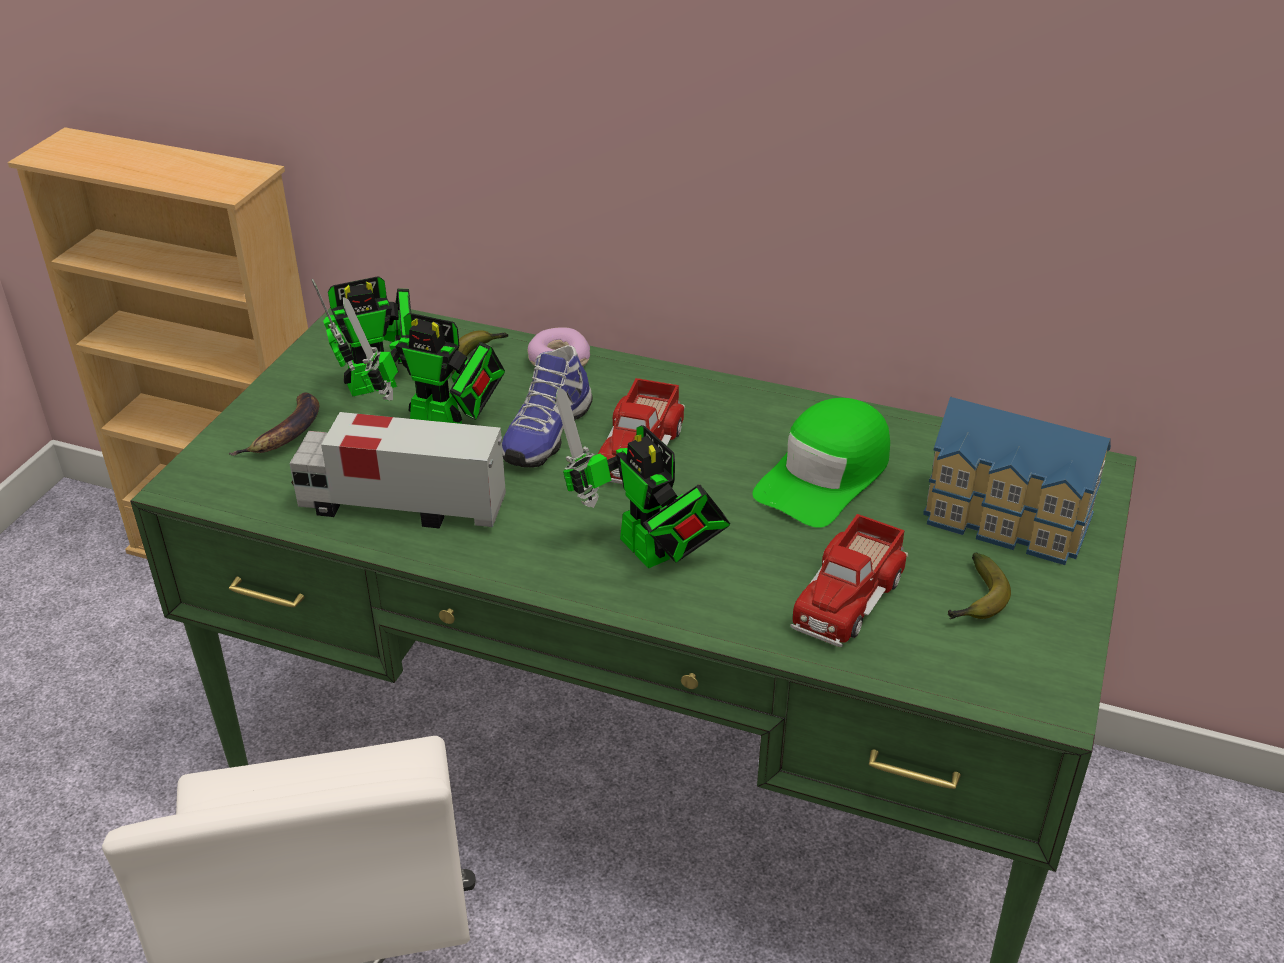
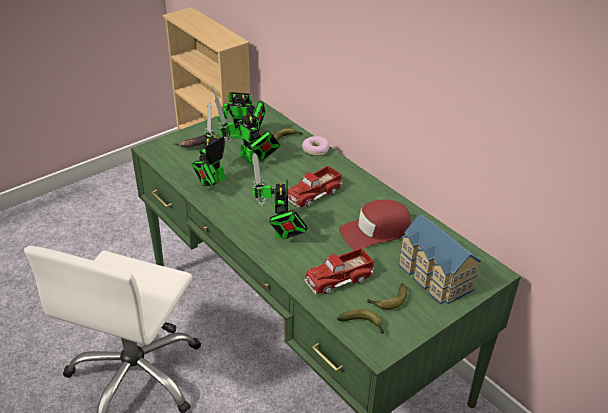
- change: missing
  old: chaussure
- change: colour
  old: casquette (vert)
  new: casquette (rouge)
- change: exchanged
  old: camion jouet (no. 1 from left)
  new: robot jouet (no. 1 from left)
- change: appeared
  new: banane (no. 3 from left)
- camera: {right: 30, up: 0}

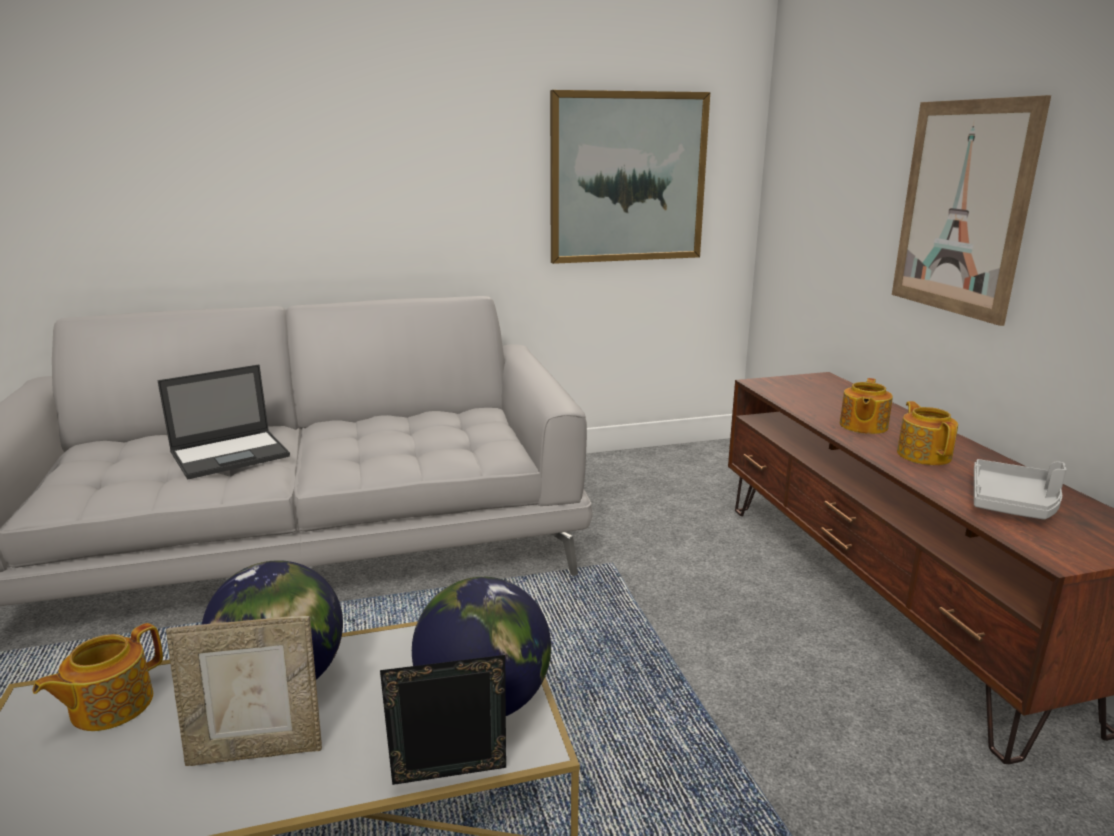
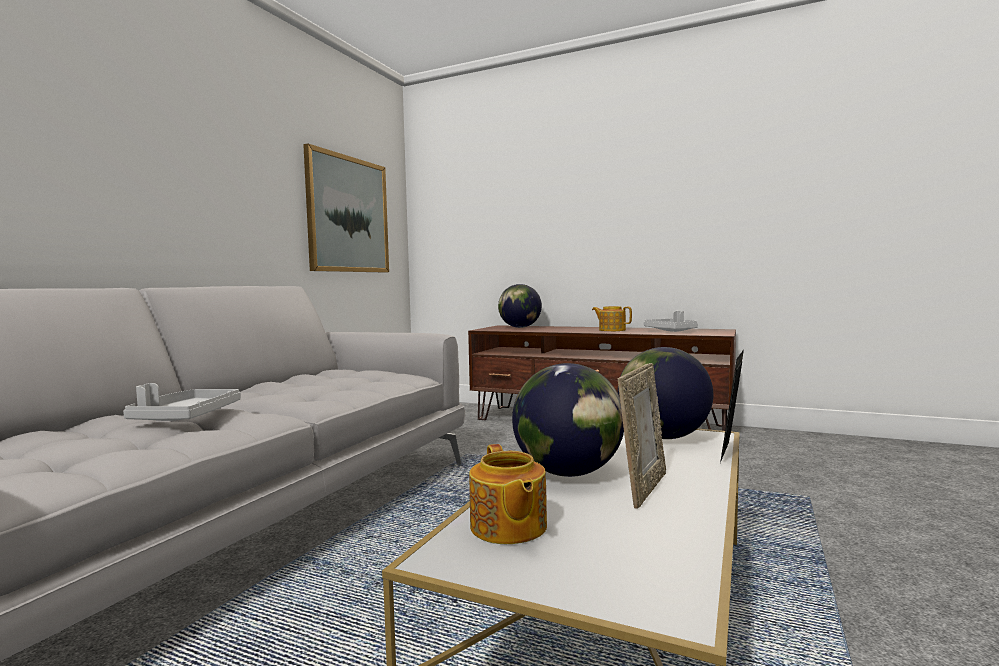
- change: missing
  old: tableau (no. 2 from left)
- change: exchanged
  old: ordinateur portable
  new: plateau (gris) (no. 1 from left)
- change: missing
  old: théière (no. 2 from left)
- change: appeared
  new: globe (no. 1 from left)
- camera: {right: -50, up: -15}

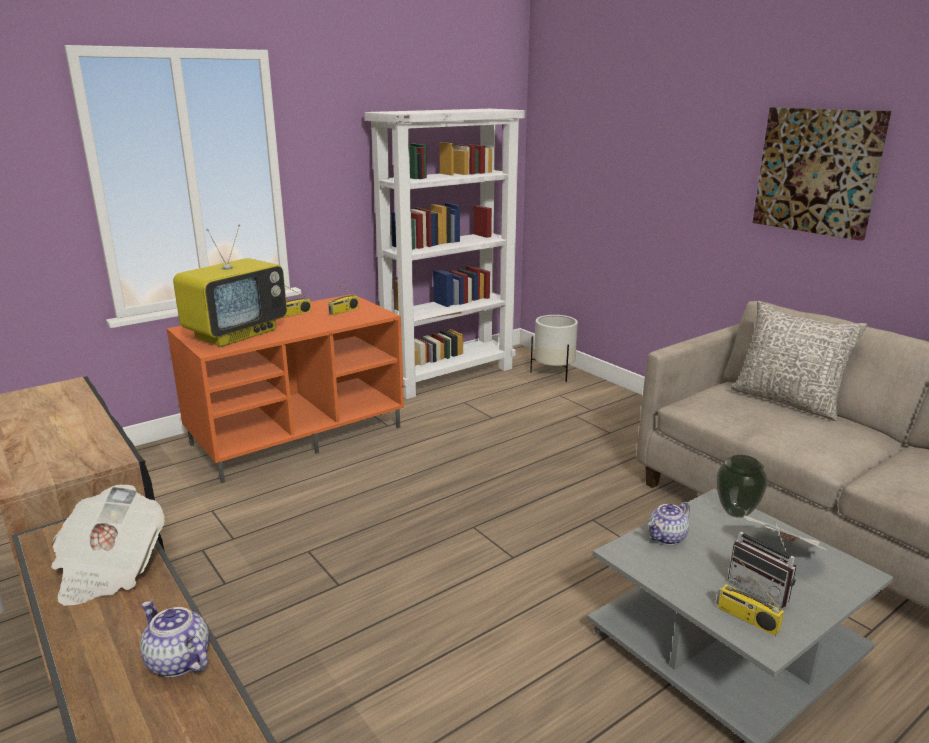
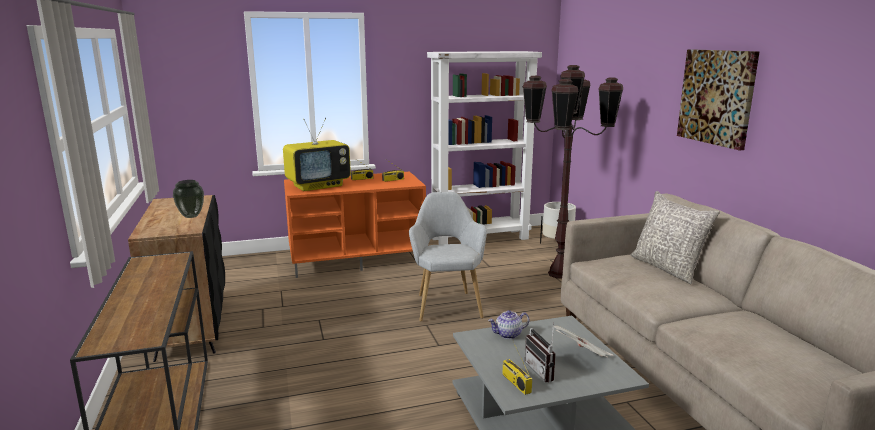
- change: relocated
  old: vase
- change: missing
  old: journal (no. 1 from left)
- change: missing
  old: théière (no. 1 from left)
- change: appeared
  new: lampadaire (marron)
- change: appeared
  new: fauteuil (gris)
- camera: {right: 20, up: -5}

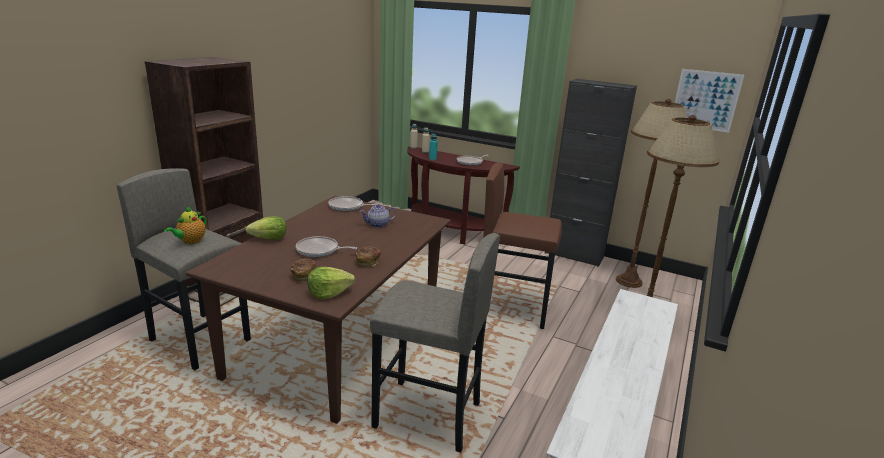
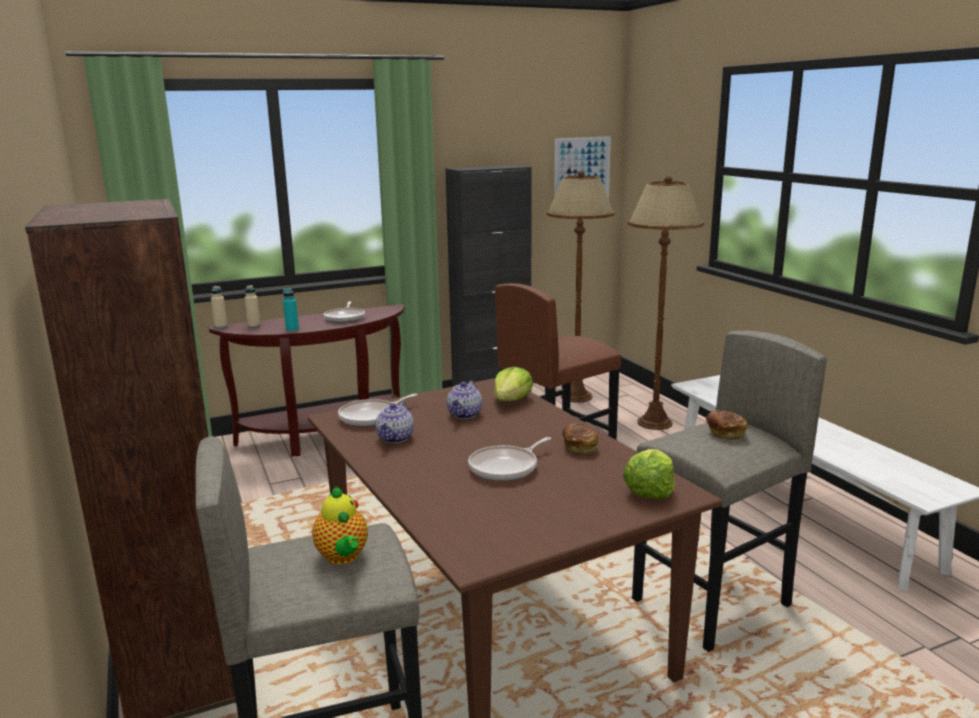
- change: relocated
  old: laitue (no. 1 from left)
- change: relocated
  old: pain (no. 1 from left in the first image)
  new: pain (no. 2 from left)
- change: appeared
  new: théière (no. 2 from left)
- camera: {right: -50, up: -5}

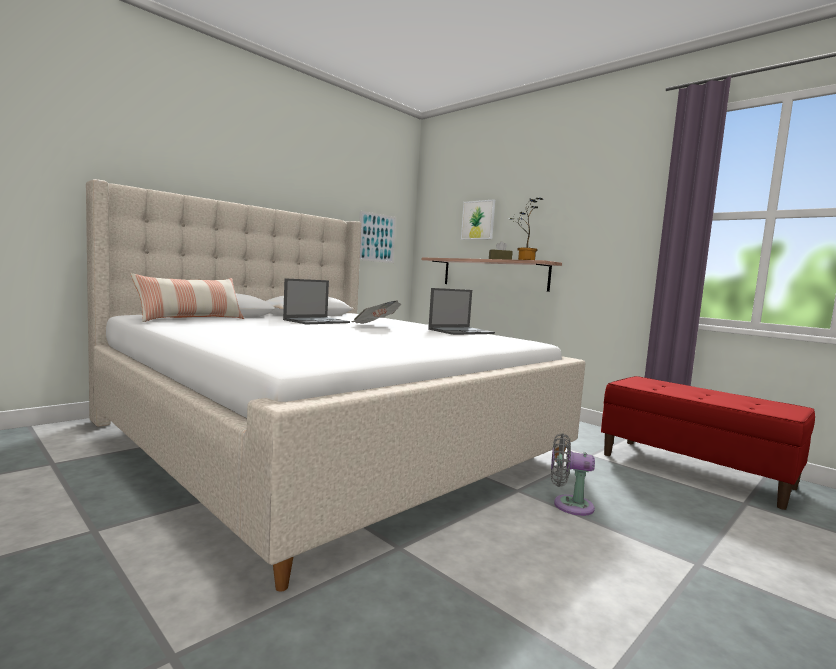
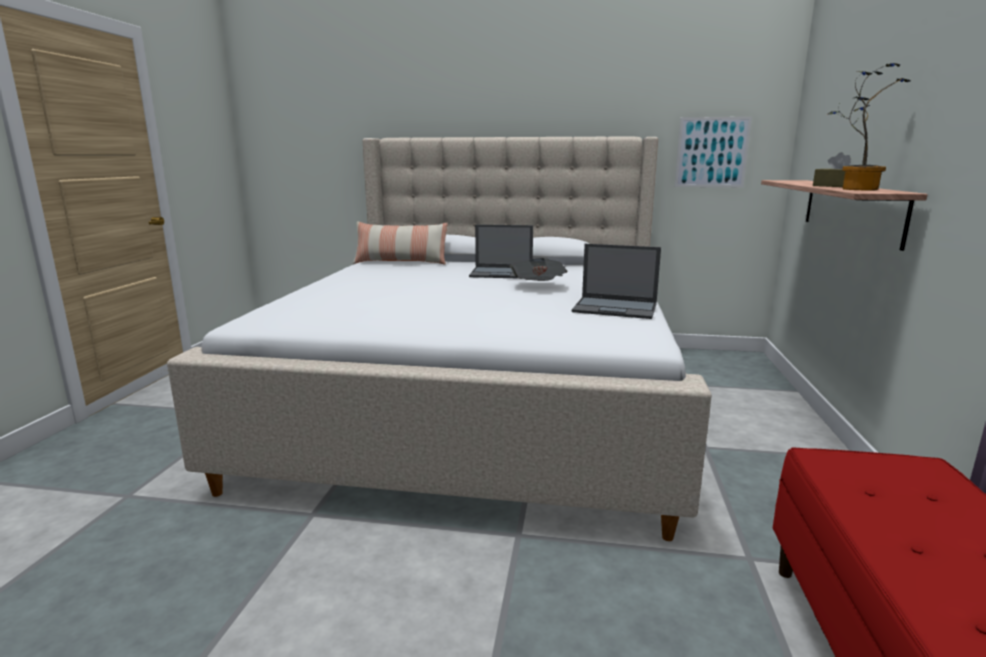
- change: missing
  old: tableau (no. 2 from left)
- change: missing
  old: ventilateur (gris)
- camera: {right: 55, up: 10}

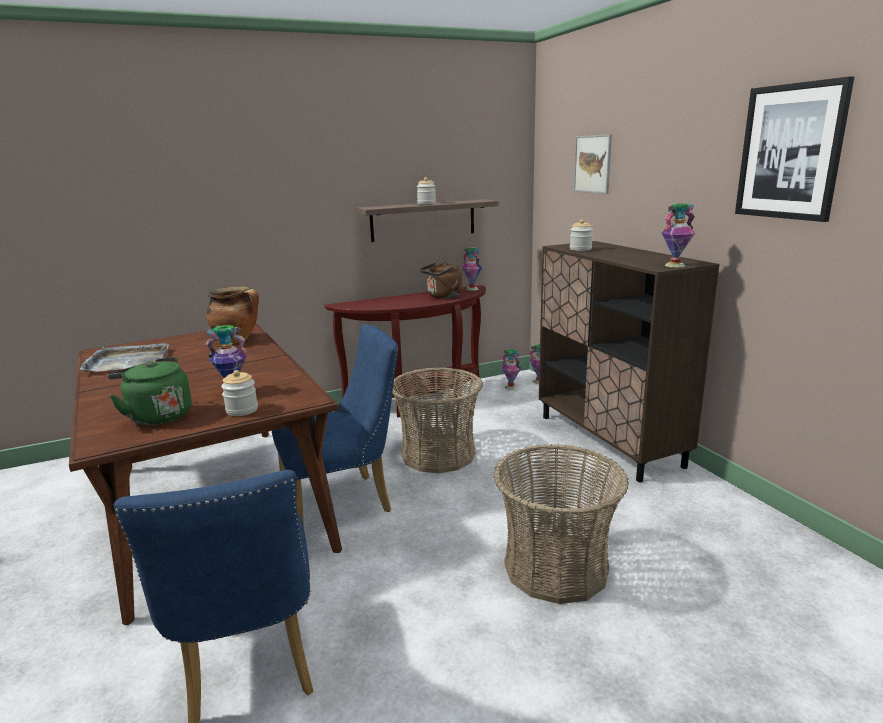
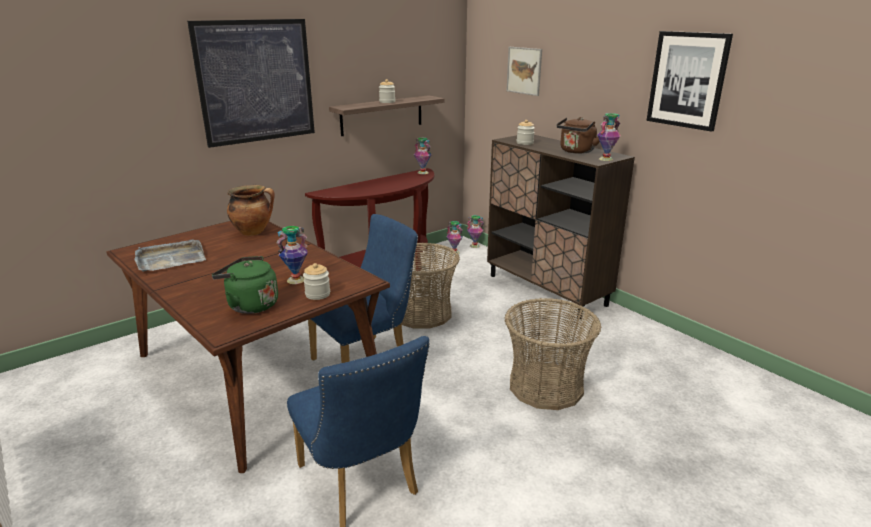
- change: relocated
  old: bouilloire (marron)
- change: appeared
  new: tableau (no. 1 from left)
- camera: {right: -15, up: 5}

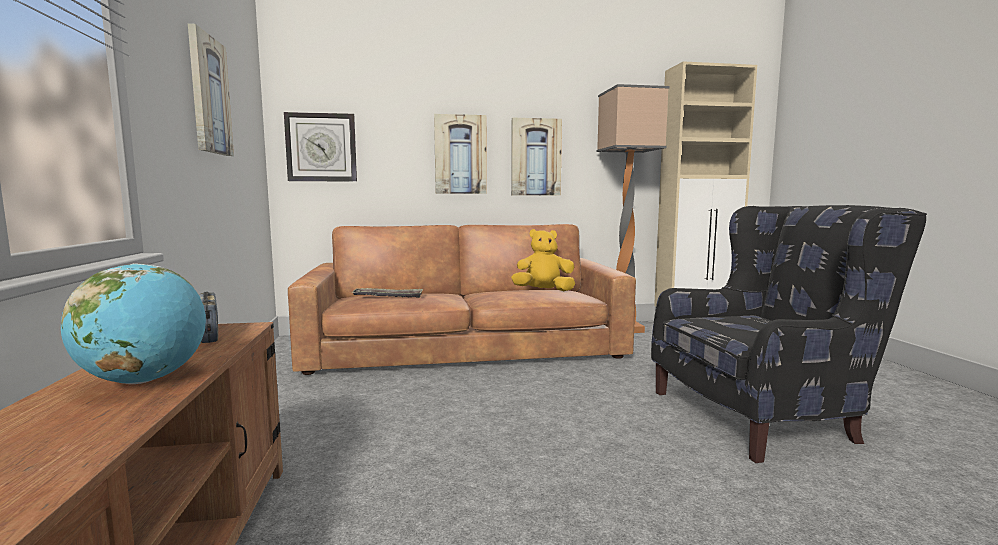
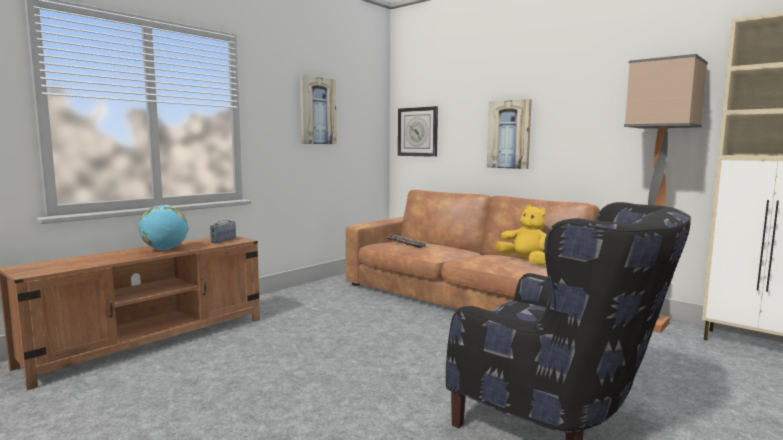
- change: missing
  old: tableau (no. 3 from left)
- camera: {right: 50, up: 0}

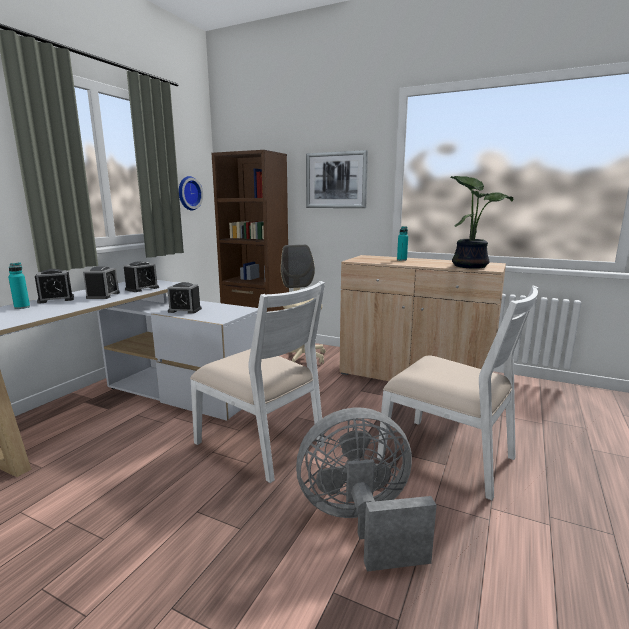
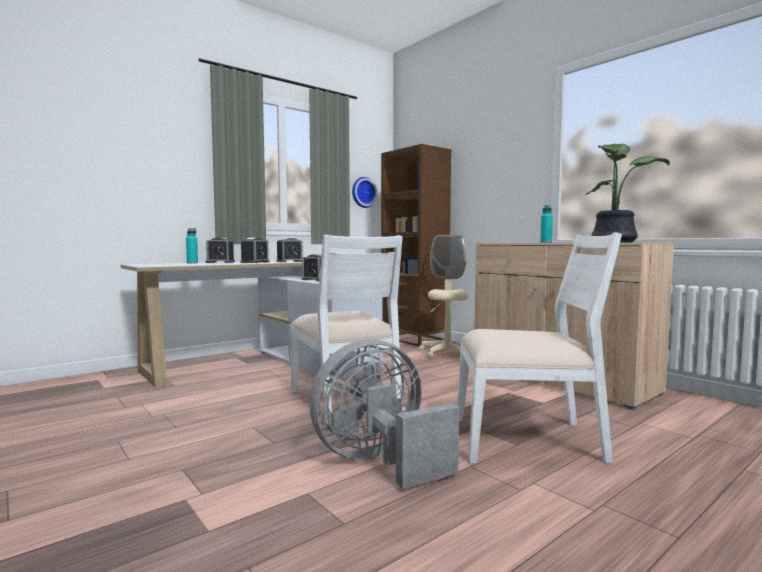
- change: missing
  old: tableau
- change: spun
  old: chaise (blanc) (no. 2 from left)
  degrees: -60
- change: spun
  old: ventilateur (gris)
  degrees: -45
- camera: {right: 25, up: -10}

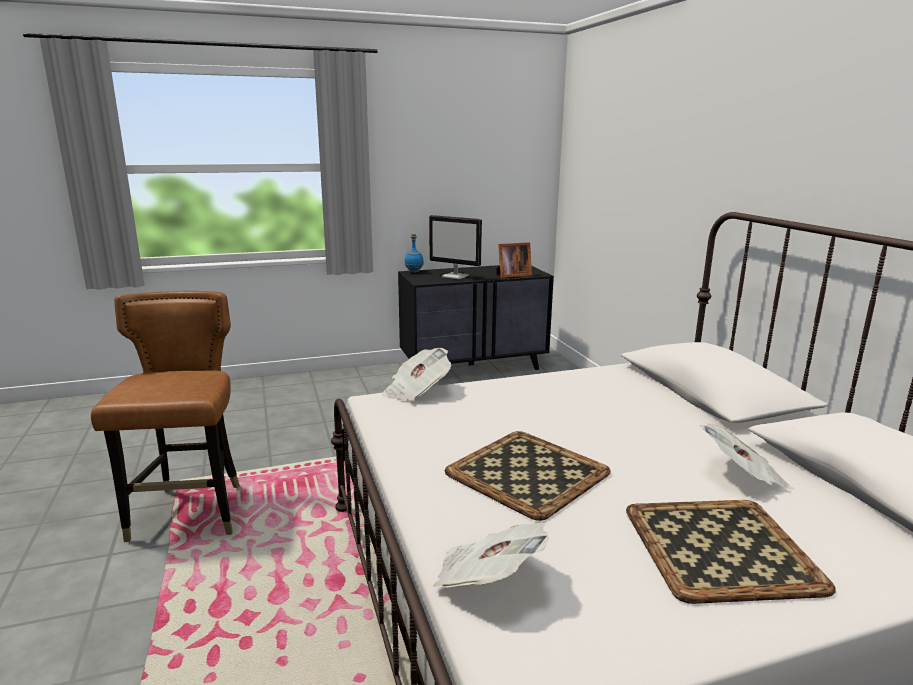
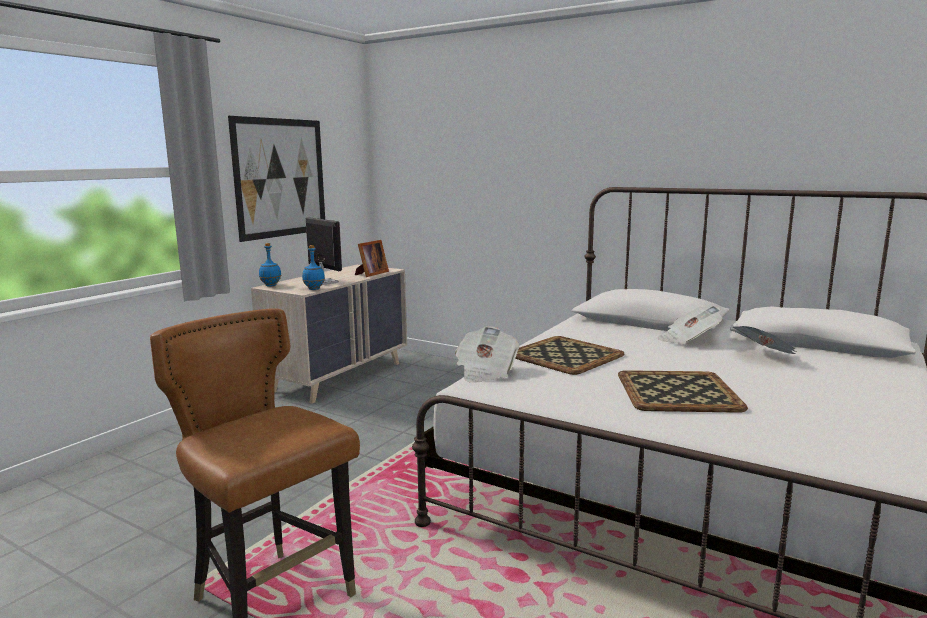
- change: spun
  old: écran d'ordinateur
  degrees: -120
- change: colour
  old: commode (noir)
  new: commode (beige)
- change: relocated
  old: plateau (no. 2 from left in the first image)
  new: plateau (no. 1 from left)
- change: relocated
  old: journal (no. 2 from left)
- change: appeared
  new: tableau
- change: appeared
  new: bouteille (bleu) (no. 2 from left)
- camera: {right: -40, up: -5}

